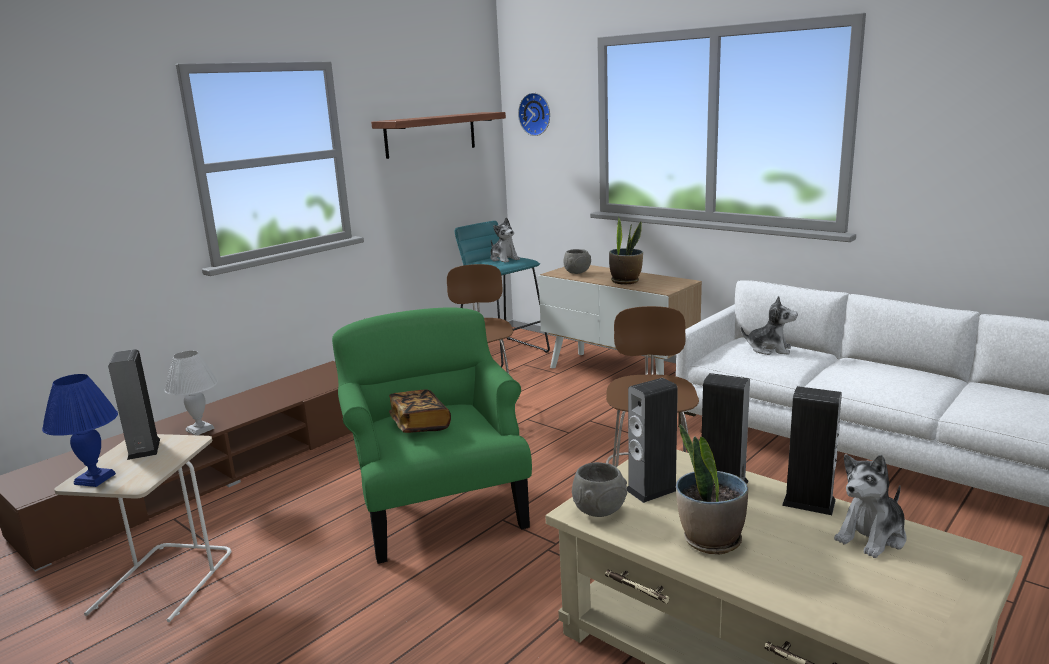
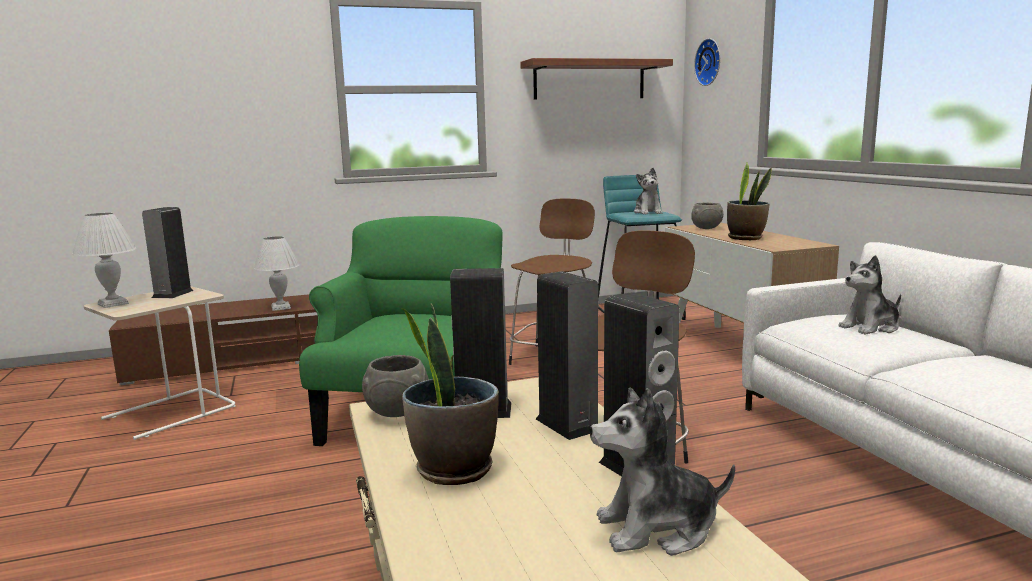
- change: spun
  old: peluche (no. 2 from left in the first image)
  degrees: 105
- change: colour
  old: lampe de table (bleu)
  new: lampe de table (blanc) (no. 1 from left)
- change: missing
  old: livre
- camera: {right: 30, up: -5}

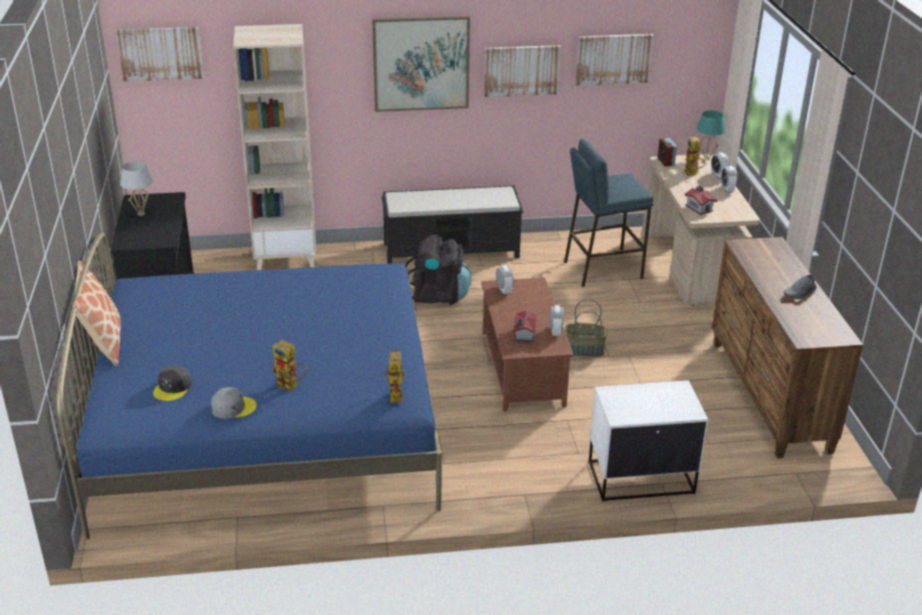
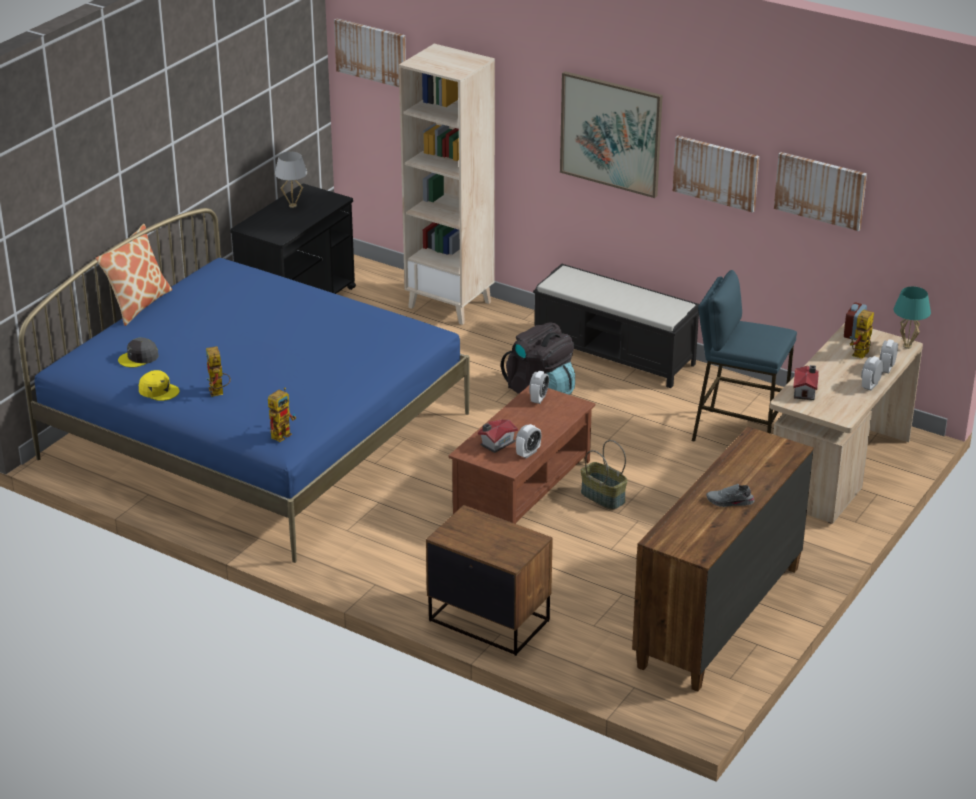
- change: colour
  old: table de chevet (blanc)
  new: table de chevet (marron)
- change: colour
  old: casquette (gris) (no. 2 from left)
  new: casquette (jaune)
- camera: {right: 40, up: 0}

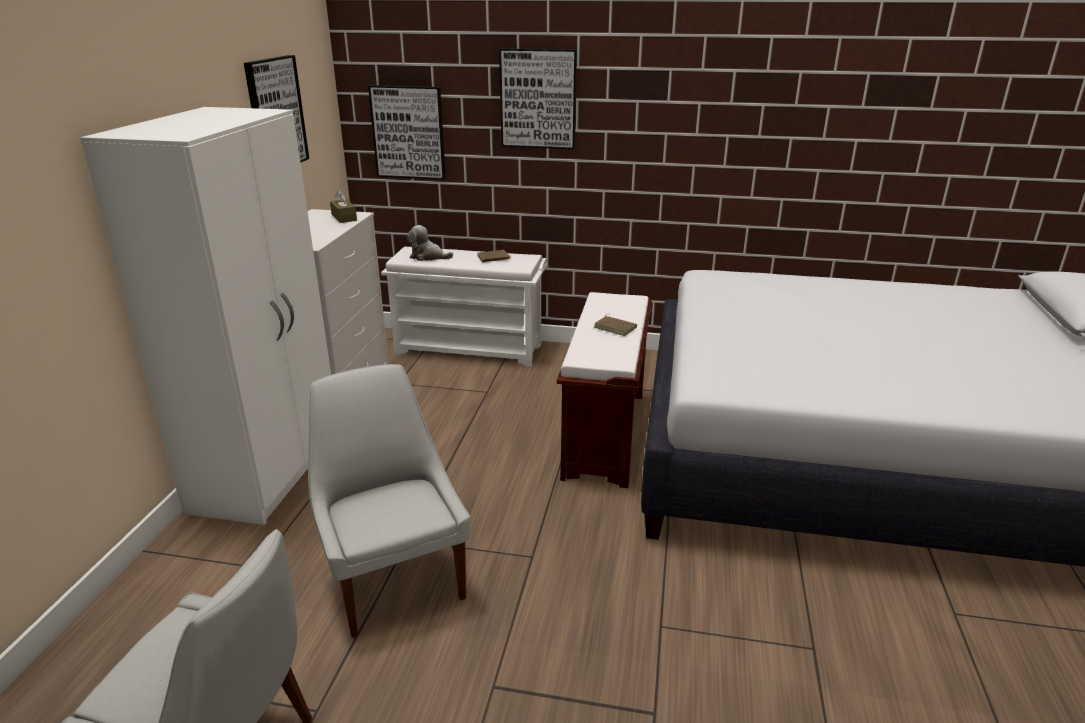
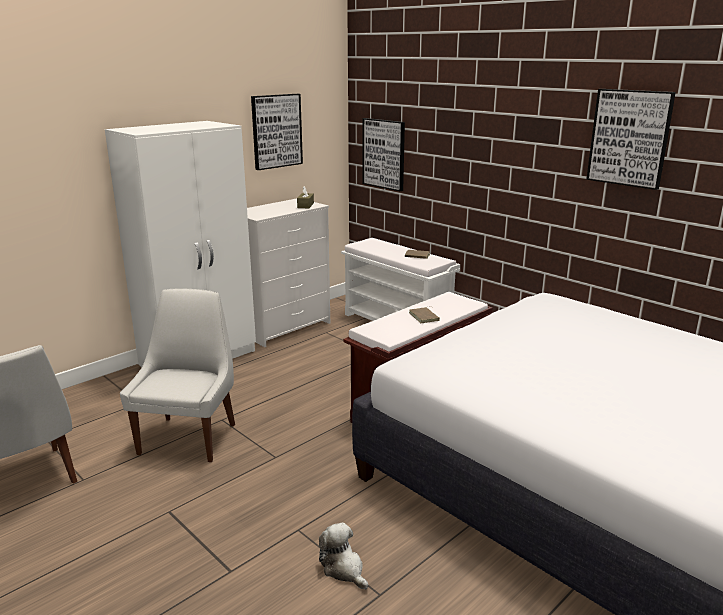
- change: relocated
  old: tableau (no. 3 from left)
- change: relocated
  old: peluche
- camera: {right: 35, up: -5}

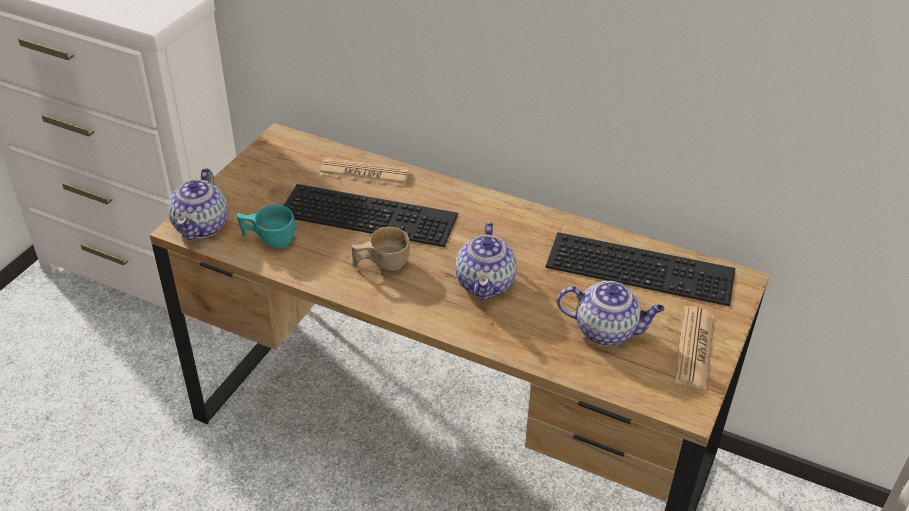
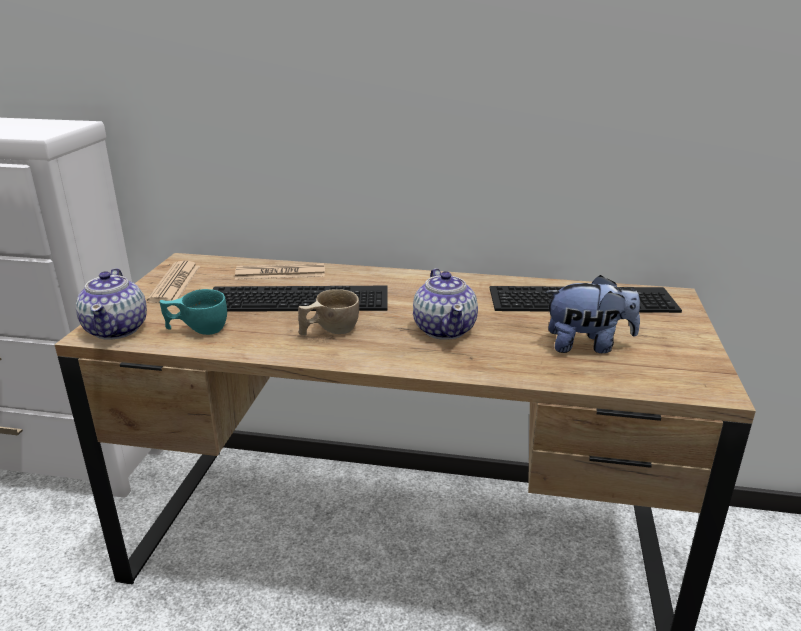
- change: exchanged
  old: théière (no. 3 from left)
  new: peluche
- change: relocated
  old: journal (no. 2 from left in the first image)
  new: journal (no. 1 from left)
- camera: {right: -15, up: -15}

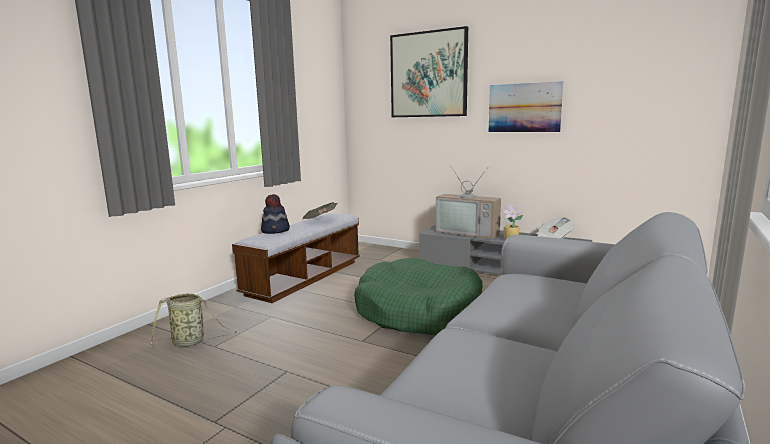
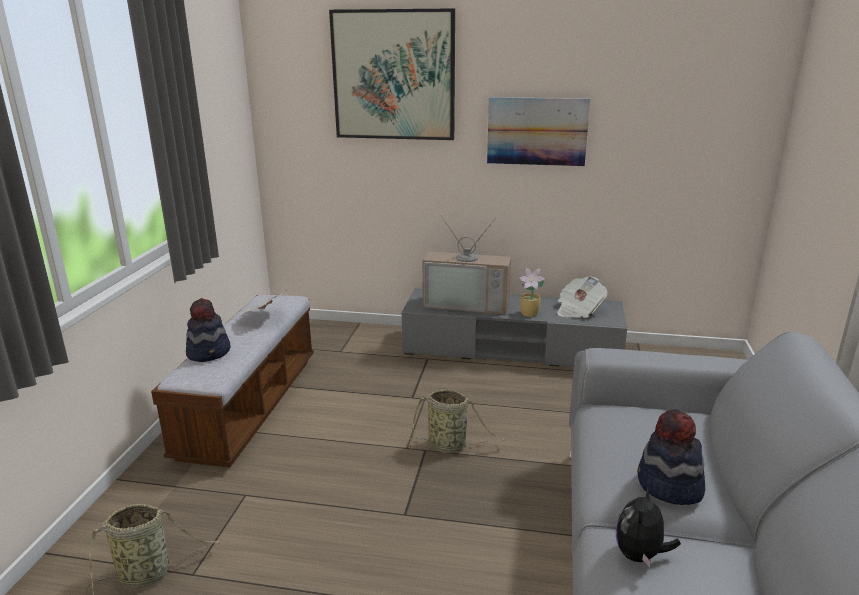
- change: exchanged
  old: panier pour chien (vert)
  new: panier (no. 2 from left)
- change: appeared
  new: chapeau (no. 2 from left)
- change: appeared
  new: peluche
- camera: {right: -20, up: 10}

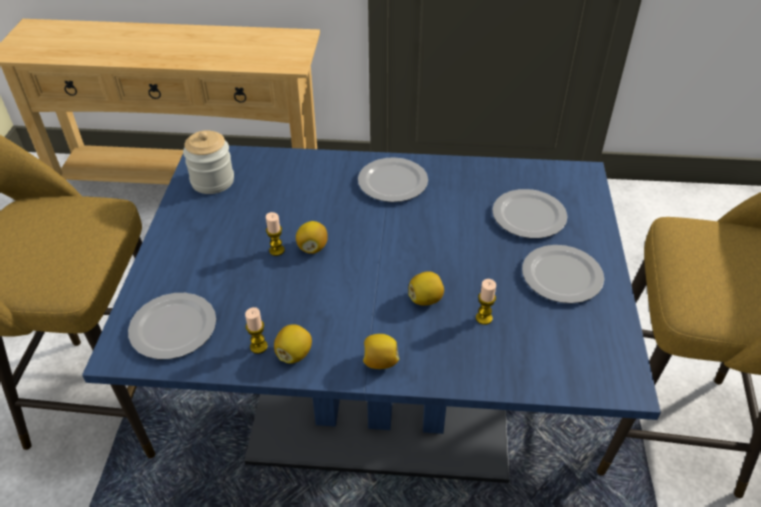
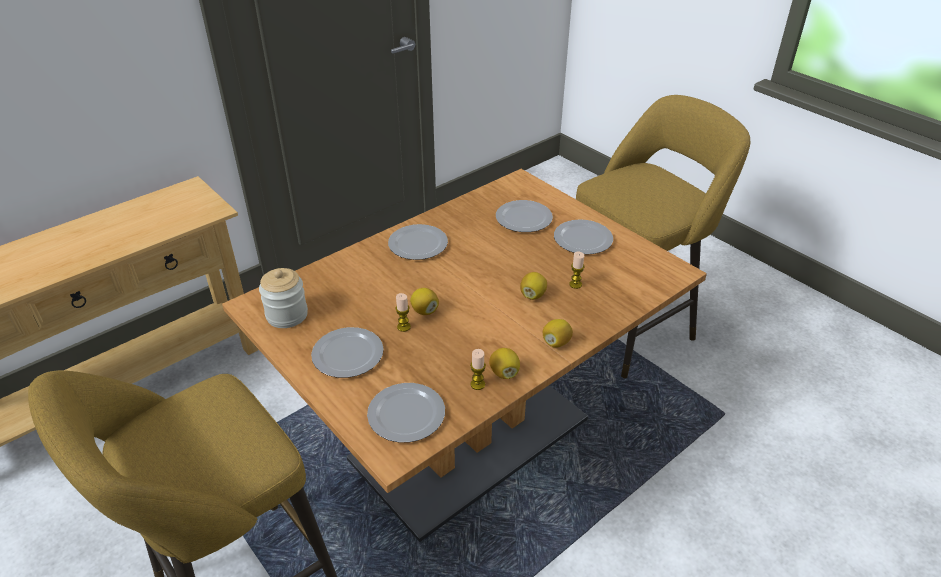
- change: colour
  old: table à manger (bleu)
  new: table à manger (marron)
- change: appeared
  new: assiette (no. 1 from left)
- camera: {right: -45, up: -5}

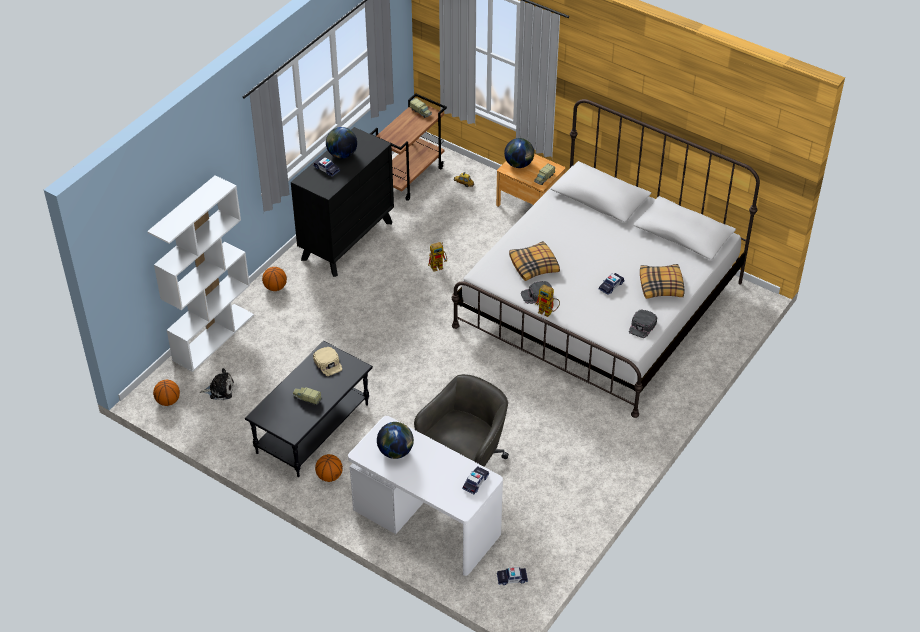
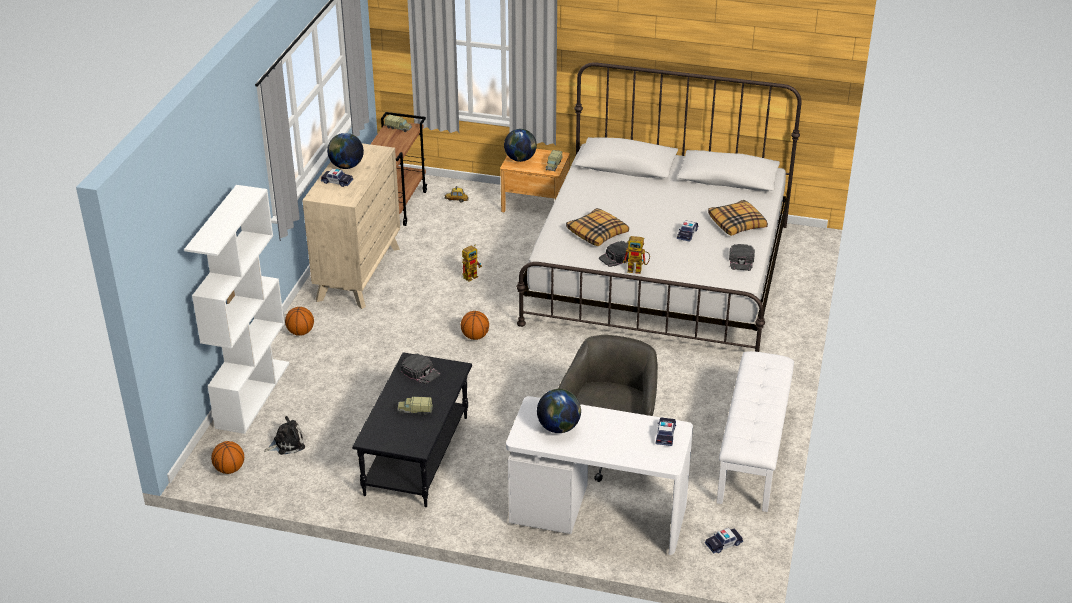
- change: colour
  old: commode (noir)
  new: commode (beige)
- change: colour
  old: casquette (beige)
  new: casquette (noir) (no. 1 from left)
- change: relocated
  old: ballon de basket (no. 3 from left)
- change: appeared
  new: banc (blanc)
- camera: {right: -20, up: -10}

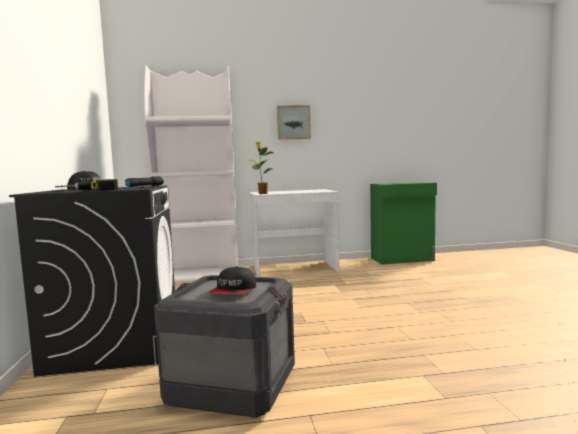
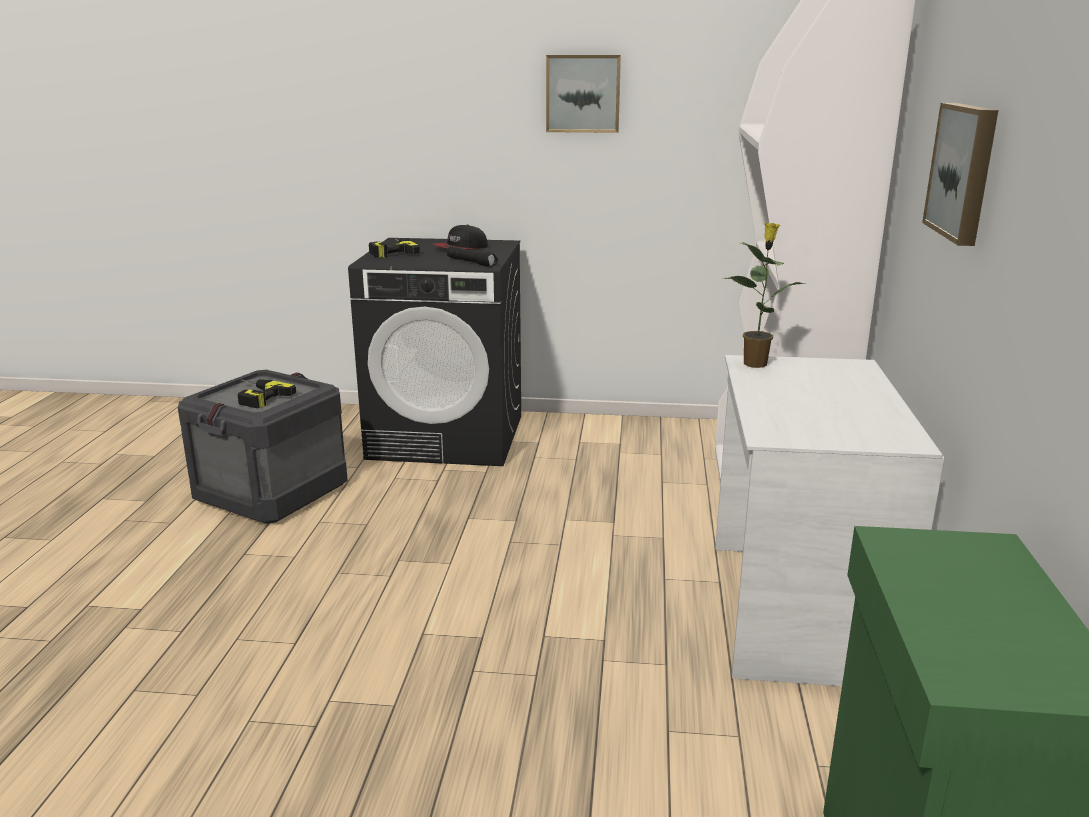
- change: exchanged
  old: casquette (no. 2 from left)
  new: perceuse (no. 1 from left)
- change: appeared
  new: tableau (no. 1 from left)
- camera: {right: 105, up: 15}

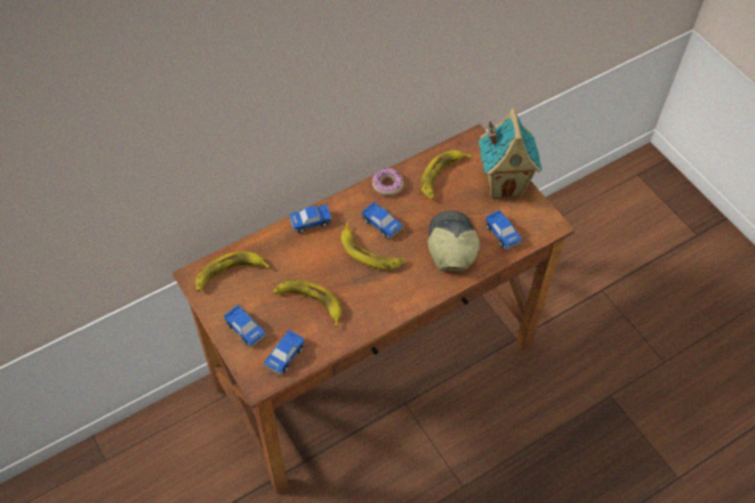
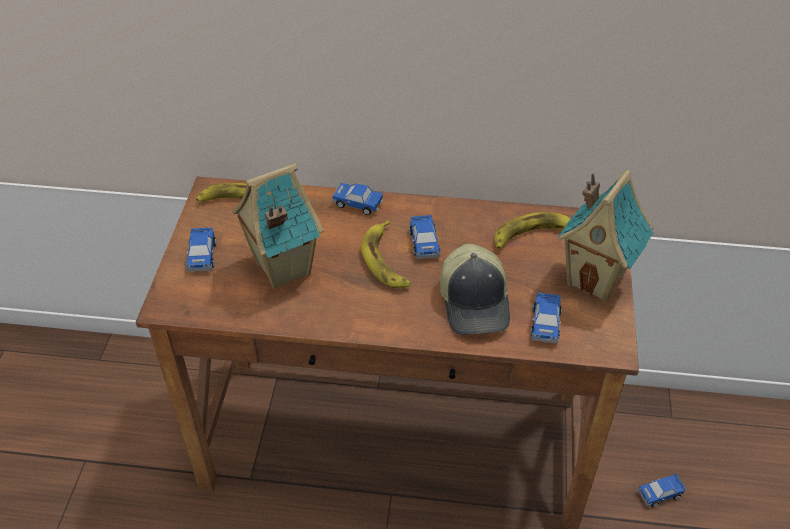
- change: missing
  old: beignet
- change: spun
  old: casquette
  degrees: 135
- change: exchanged
  old: banane (no. 2 from left)
  new: maison miniature (no. 1 from left)
- change: relocated
  old: petite voiture (no. 2 from left in the first image)
  new: petite voiture (no. 5 from left)
- camera: {right: 40, up: -10}

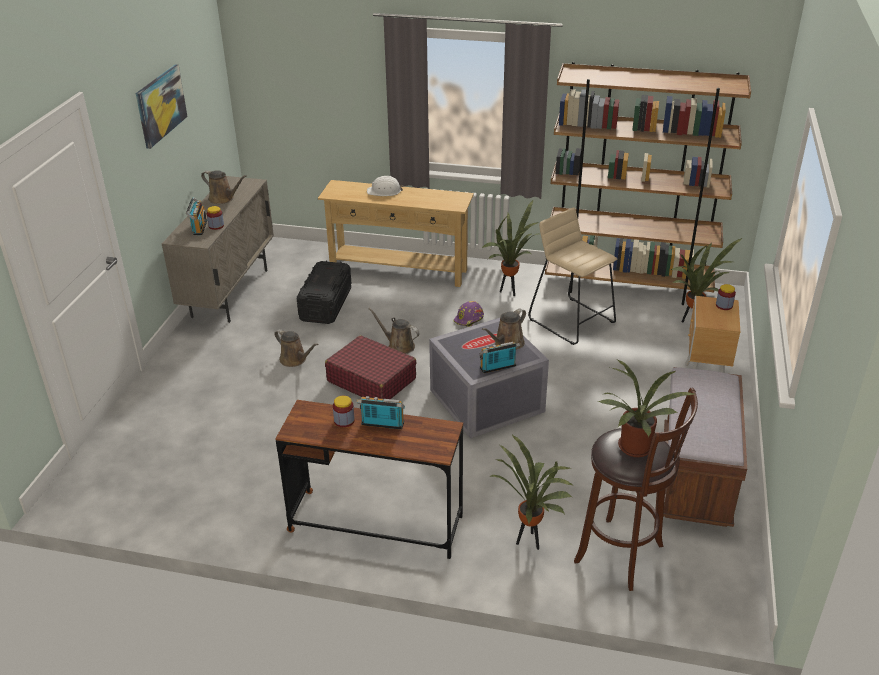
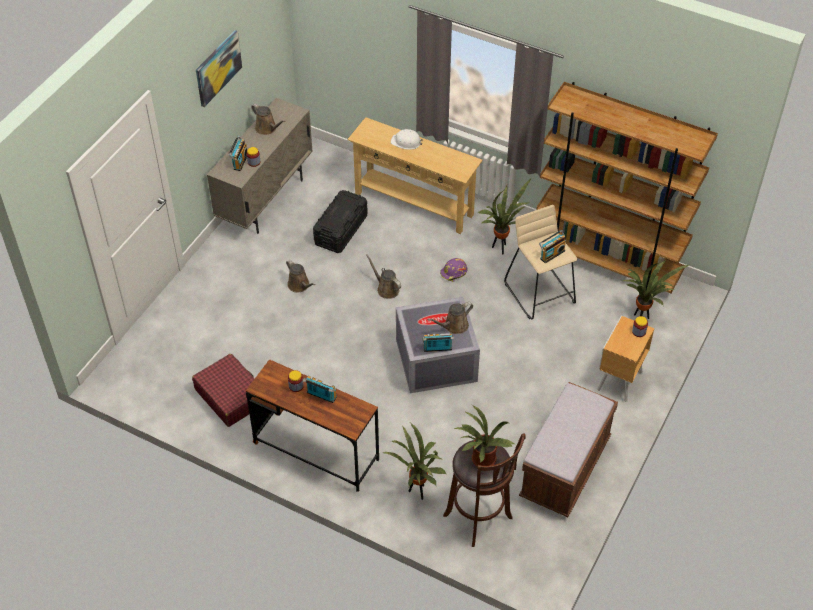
- change: relocated
  old: valise (rouge)
- change: appeared
  new: radio (no. 4 from left)
- camera: {right: 15, up: 15}

